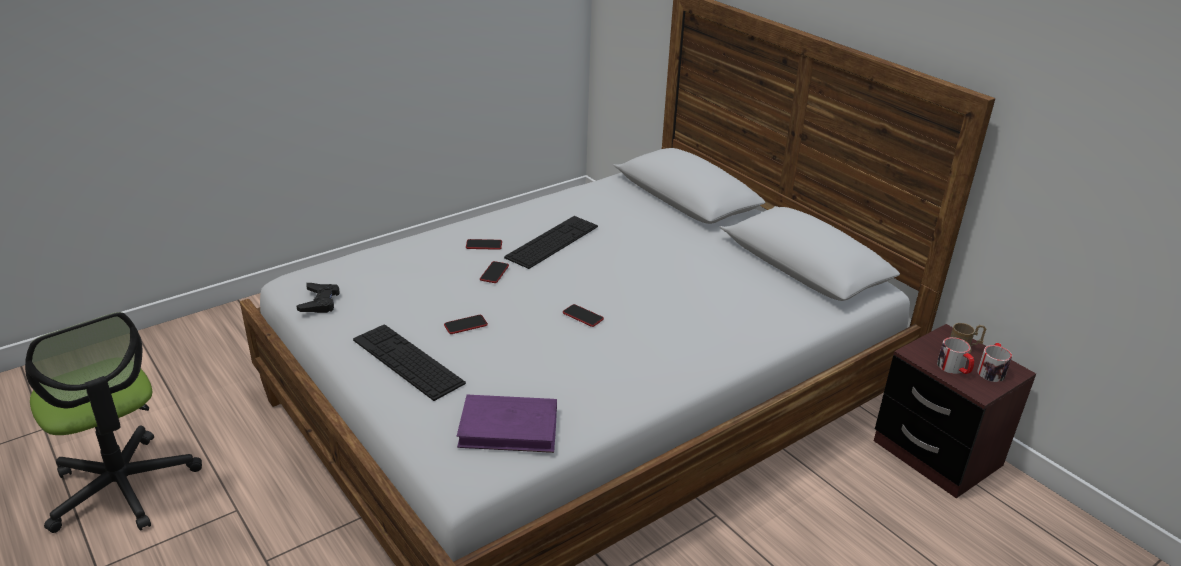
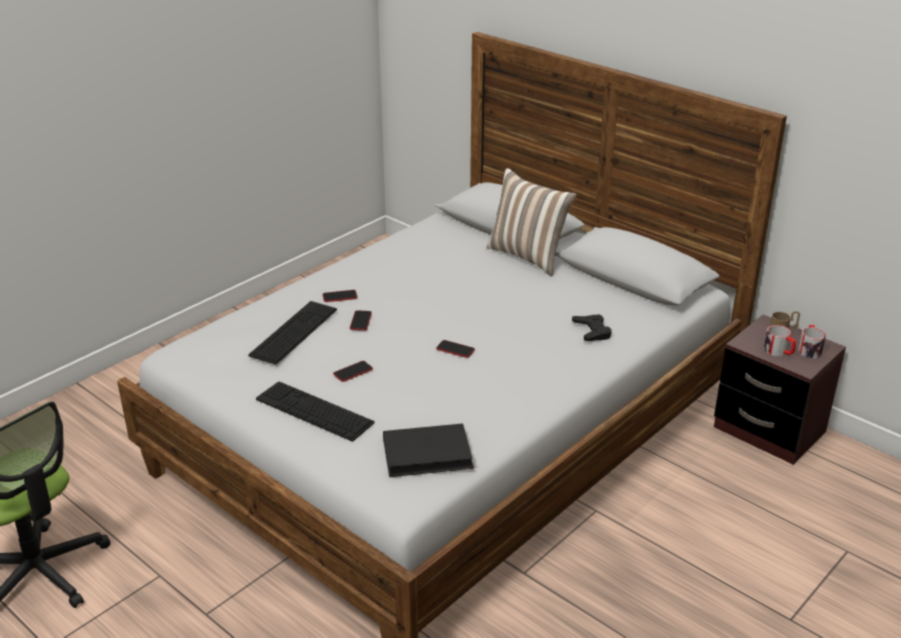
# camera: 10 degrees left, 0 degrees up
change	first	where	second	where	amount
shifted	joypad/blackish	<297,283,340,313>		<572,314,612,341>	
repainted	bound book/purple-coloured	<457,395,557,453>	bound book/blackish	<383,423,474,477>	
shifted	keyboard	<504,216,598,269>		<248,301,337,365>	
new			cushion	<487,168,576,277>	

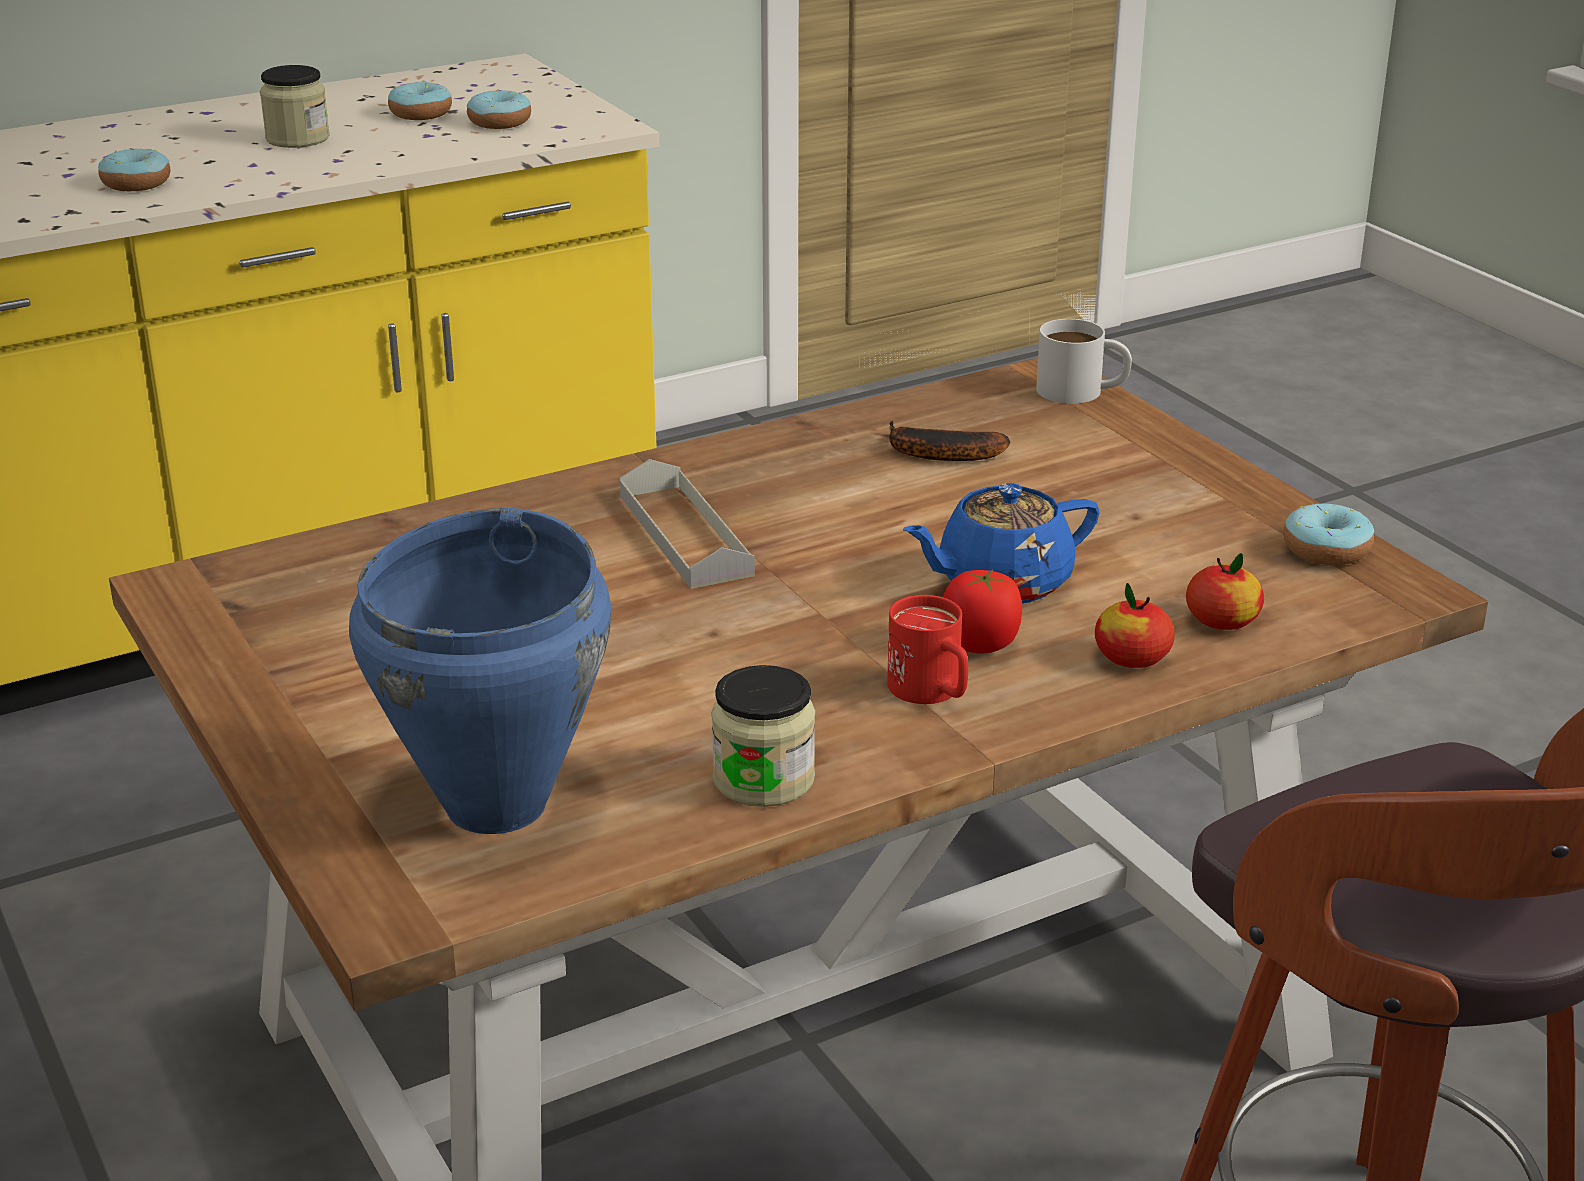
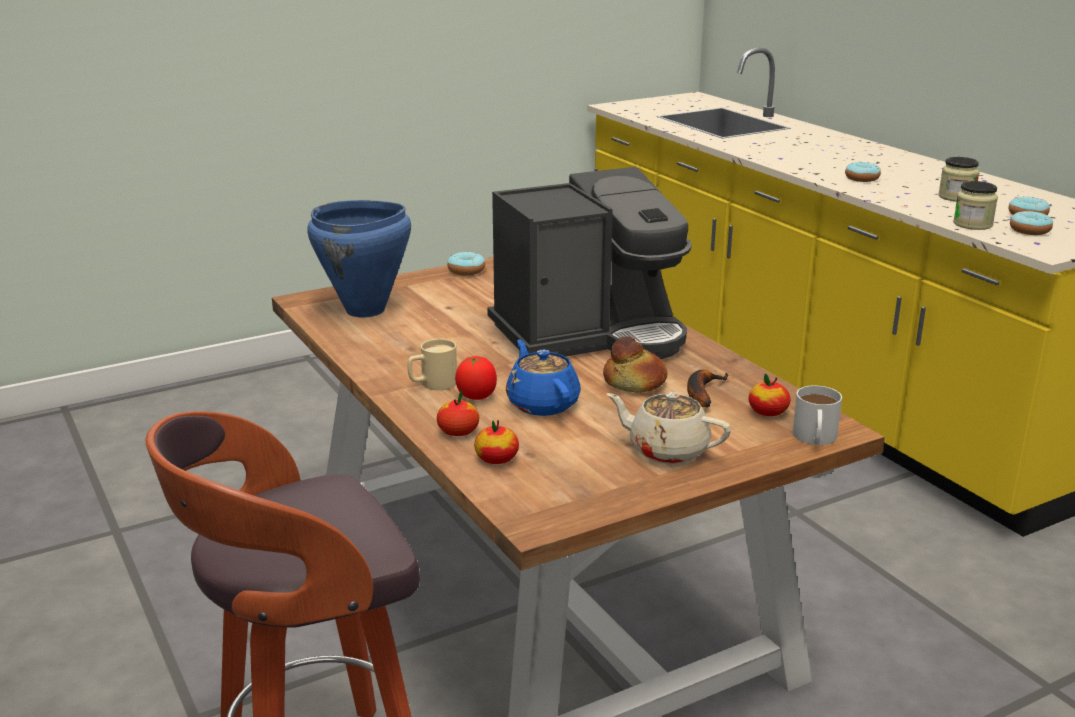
# camera: 90 degrees right, 5 degrees down
change	first	where	second	where	amount
swapped	serving tray/gray	<620,459,755,589>	coffee brewer	<487,167,692,359>	
shifted	jar	<711,665,815,807>		<953,181,998,230>	
repainted	mug/red-coloured	<887,595,968,704>	mug/beige-coloured	<408,339,457,390>	
shifted	ring doughnut	<1283,504,1374,565>		<447,252,485,275>	
new			bread	<603,336,668,393>	
new			teapot/beige-coloured	<607,392,731,464>	
new			apple	<748,374,791,416>	

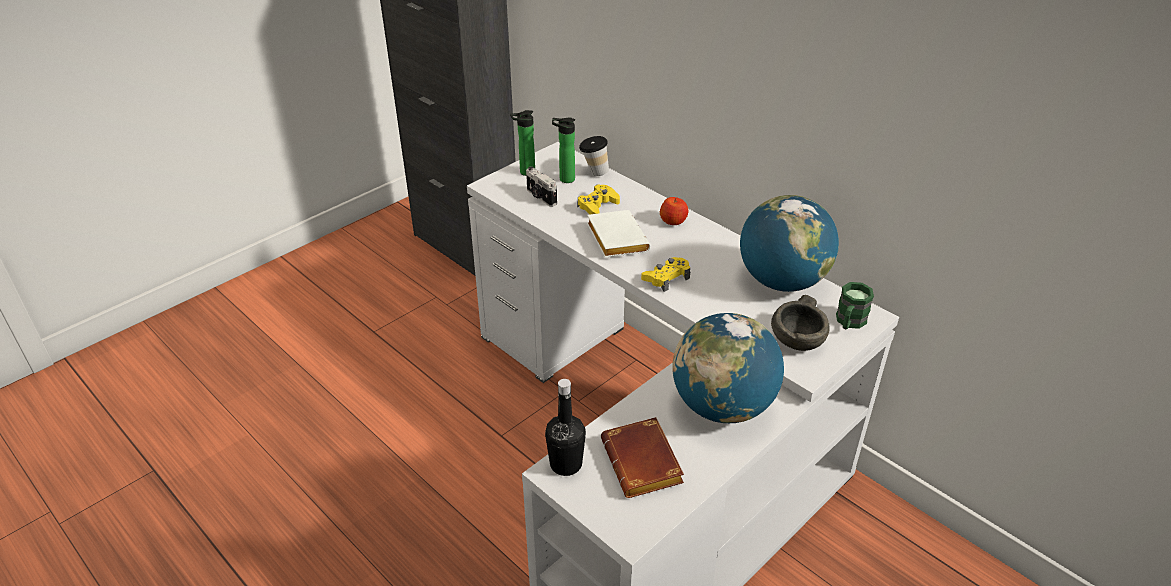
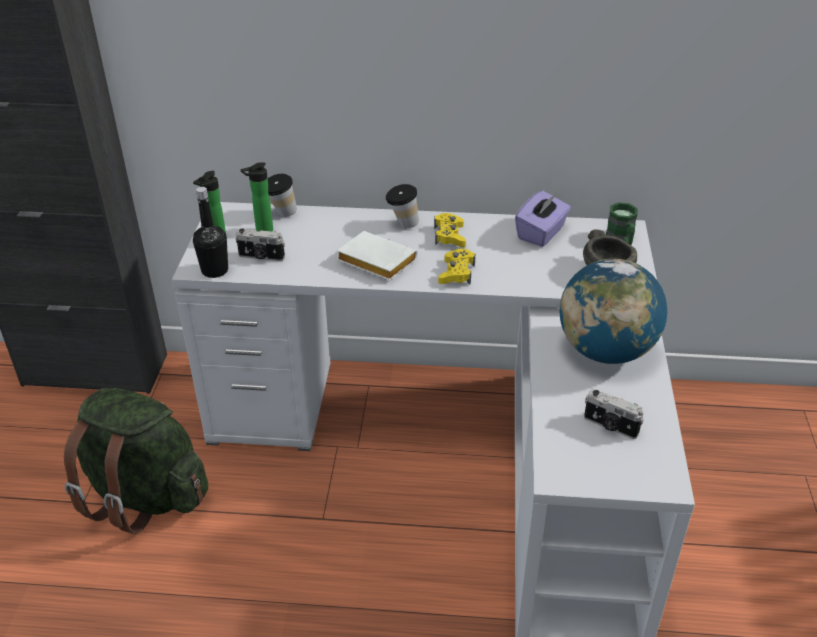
# camera: 40 degrees left, 0 degrees up
change	first	where	second	where	amount
shifted	bottle/blackish	<545,379,586,476>		<193,187,228,278>	
shifted	joypad/yellow-coloured	<577,184,620,214>		<434,213,466,247>	
swapped	bound book/brownish	<601,417,684,498>	photo camera	<584,389,644,439>	
swapped	apple	<660,197,688,225>	small cup	<386,184,419,228>	
swapped	world globe	<740,195,839,292>	box of tissues/purple-coloured	<515,191,571,247>	
new			knapsack/greenish	<64,388,208,534>	

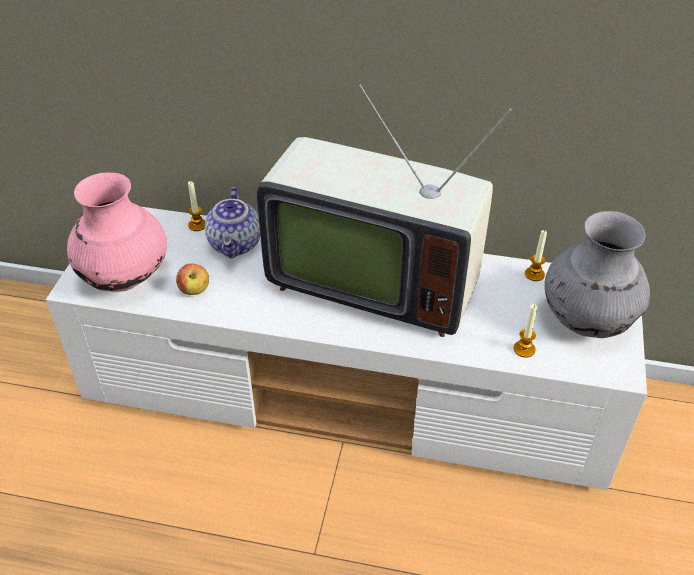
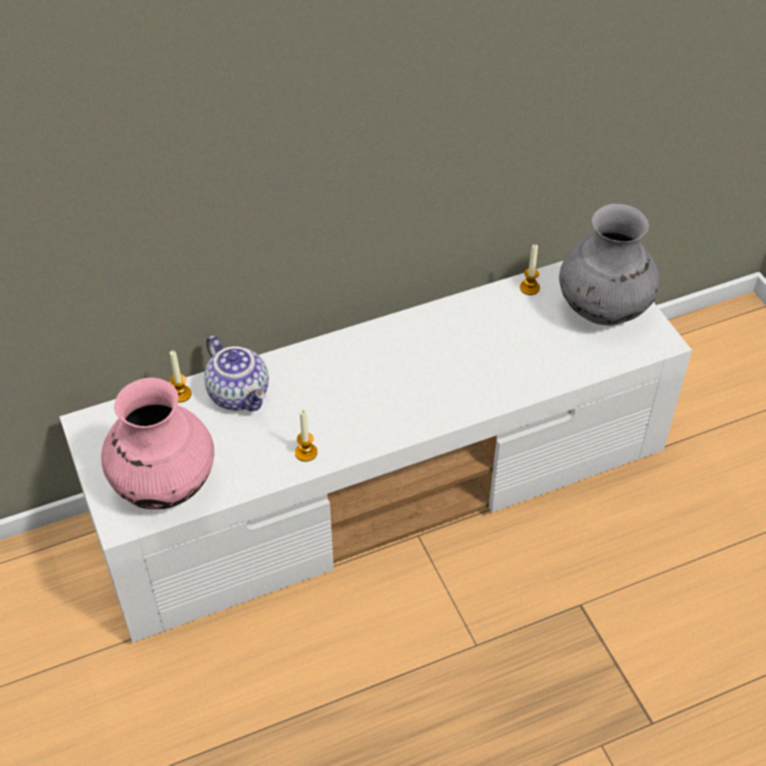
# camera: 35 degrees left, 5 degrees up
change	first	where	second	where	amount
gone	apple	<176,263,209,295>			
gone	TV set	<257,84,512,337>			
shifted	wax light	<514,304,537,358>		<295,409,317,462>	

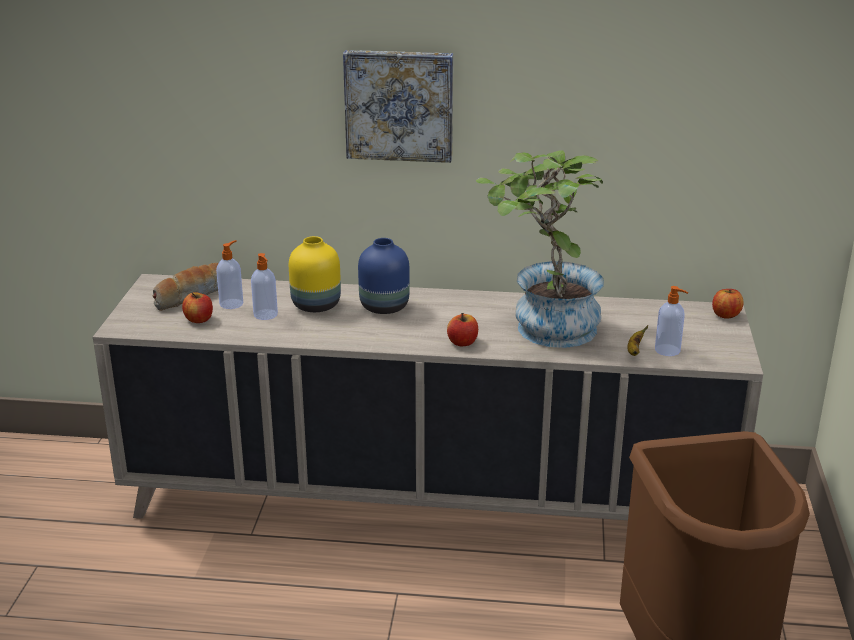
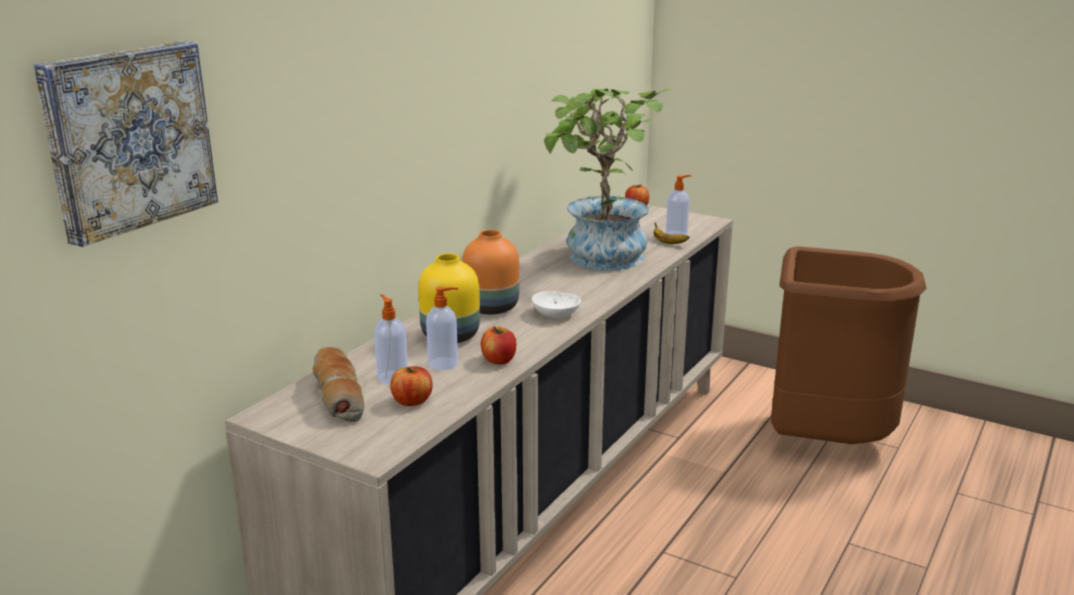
# camera: 65 degrees left, 5 degrees down
change	first	where	second	where	amount
shifted	picture	<343,50,453,163>		<34,41,218,247>	
repainted	flower vase/bluish	<358,238,410,314>	flower vase/orangey	<462,230,519,314>	
shifted	apple	<447,313,478,346>		<481,326,516,364>	
new			deep dish/white-coloured	<532,291,581,318>	

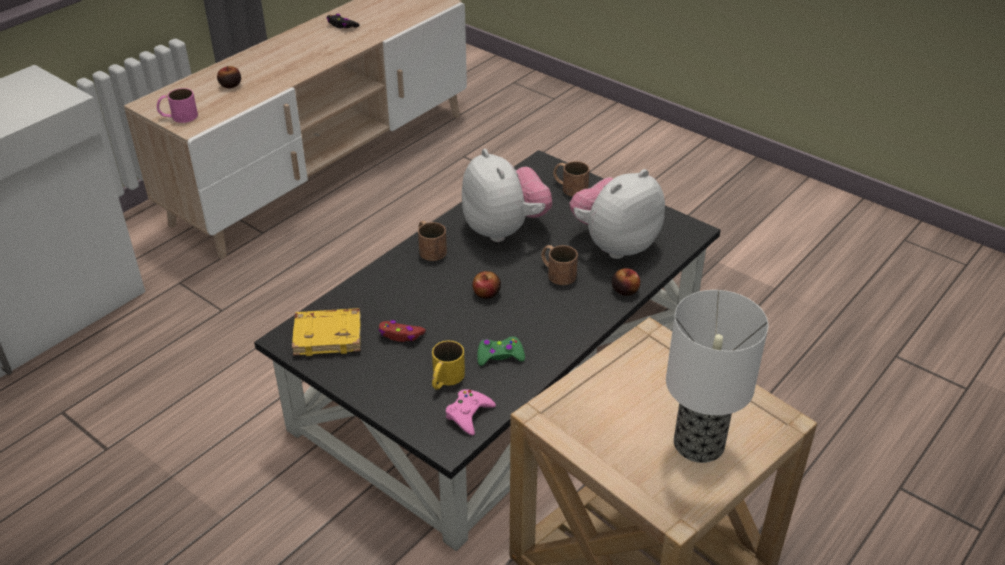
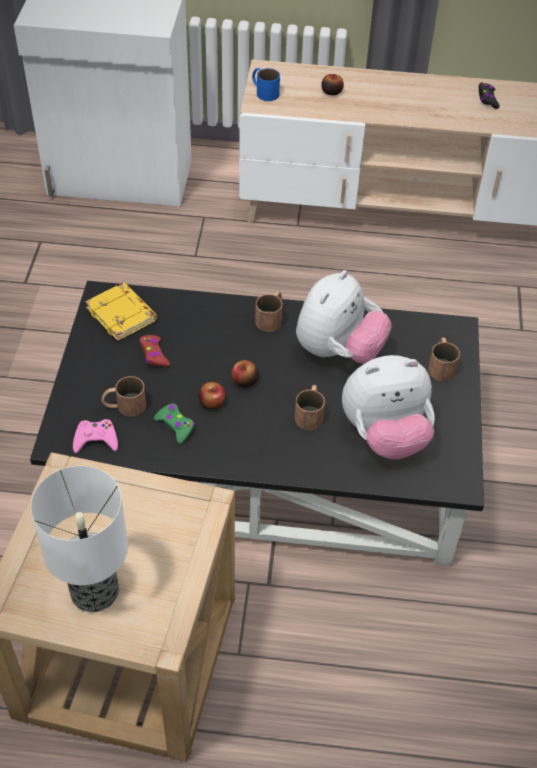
# camera: 55 degrees right, 10 degrees up
change	first	where	second	where	amount
repainted	mug/pink	<157,88,198,123>	mug/bluish	<252,68,280,101>	
repainted	mug/yellow-coloured	<432,341,465,390>	mug/brownish	<101,376,146,417>	
rotated	cuddly toy	<569,169,665,259>		<342,355,435,460>	150 degrees clockwise
shifted	apple	<612,268,640,296>		<198,382,226,409>	

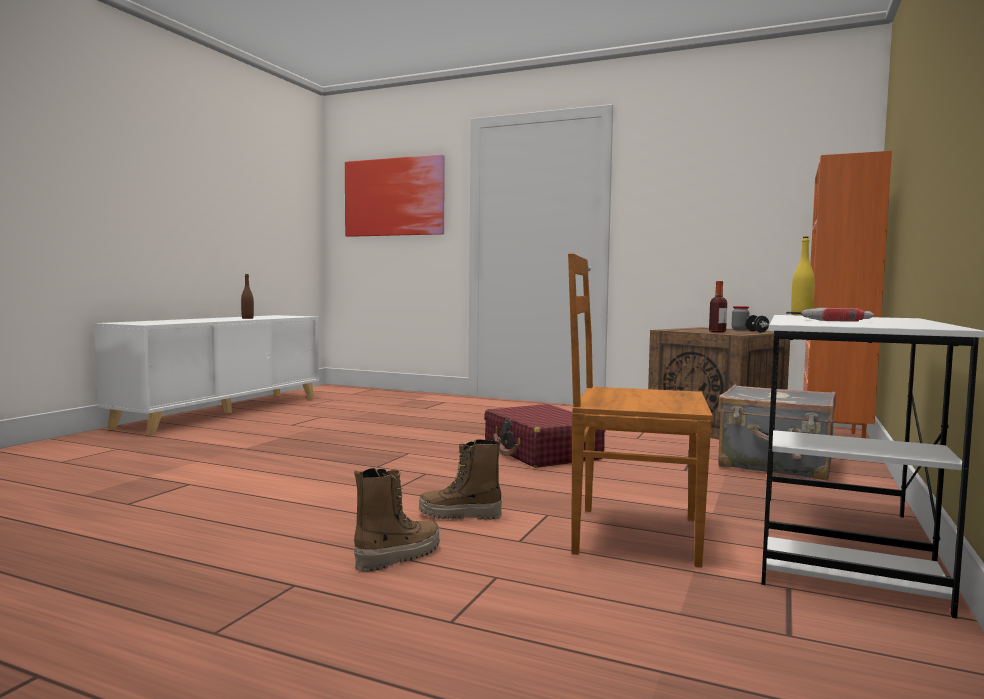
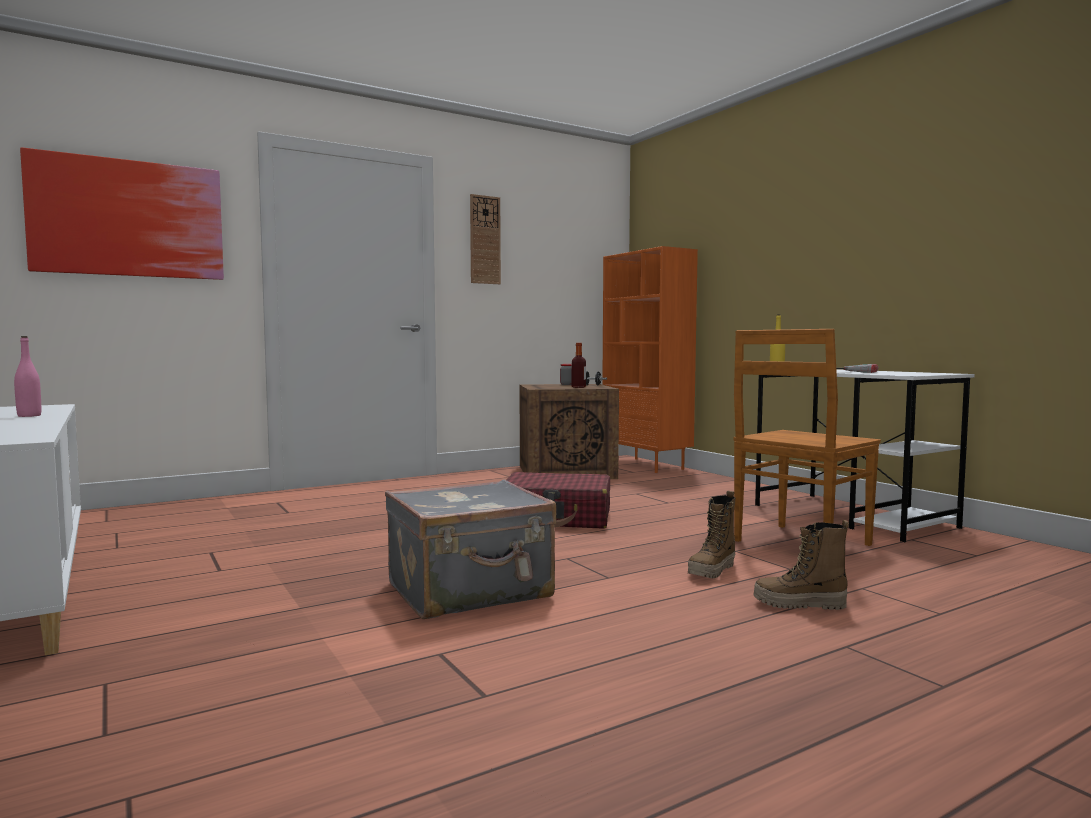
# camera: 55 degrees left, 0 degrees up
change	first	where	second	where	amount
repainted	bottle/brownish	<241,274,254,319>	bottle/pink	<14,336,41,417>	
rotated	tall boot	<354,468,439,572>		<753,520,849,610>	75 degrees counterclockwise
shifted	travel case/gray	<718,385,836,481>		<385,479,556,619>	
new			clock on the wall	<470,194,501,284>	

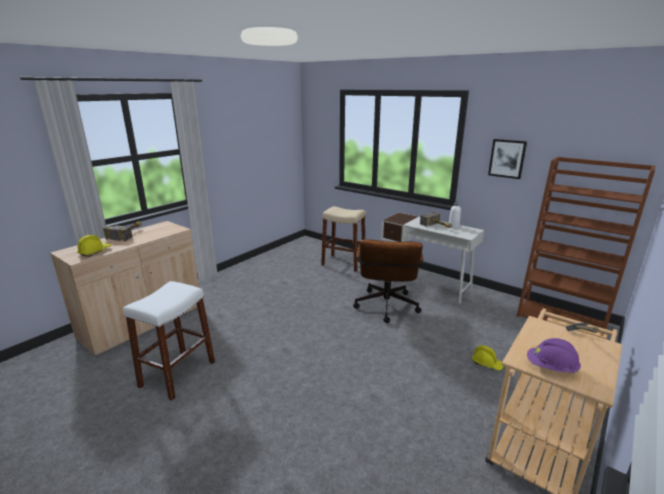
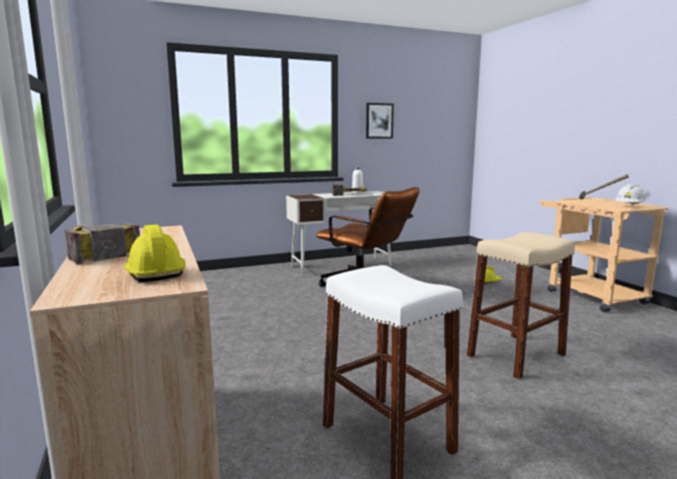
# camera: 60 degrees left, 10 degrees down
change	first	where	second	where	amount
shifted	stool/beige-coloured	<321,206,366,272>		<467,232,575,379>	
gone	shelving unit/brownish	<517,157,655,334>			
repainted	hard hat/purple-coloured	<527,338,581,373>	hard hat/white-coloured	<615,184,646,205>	

